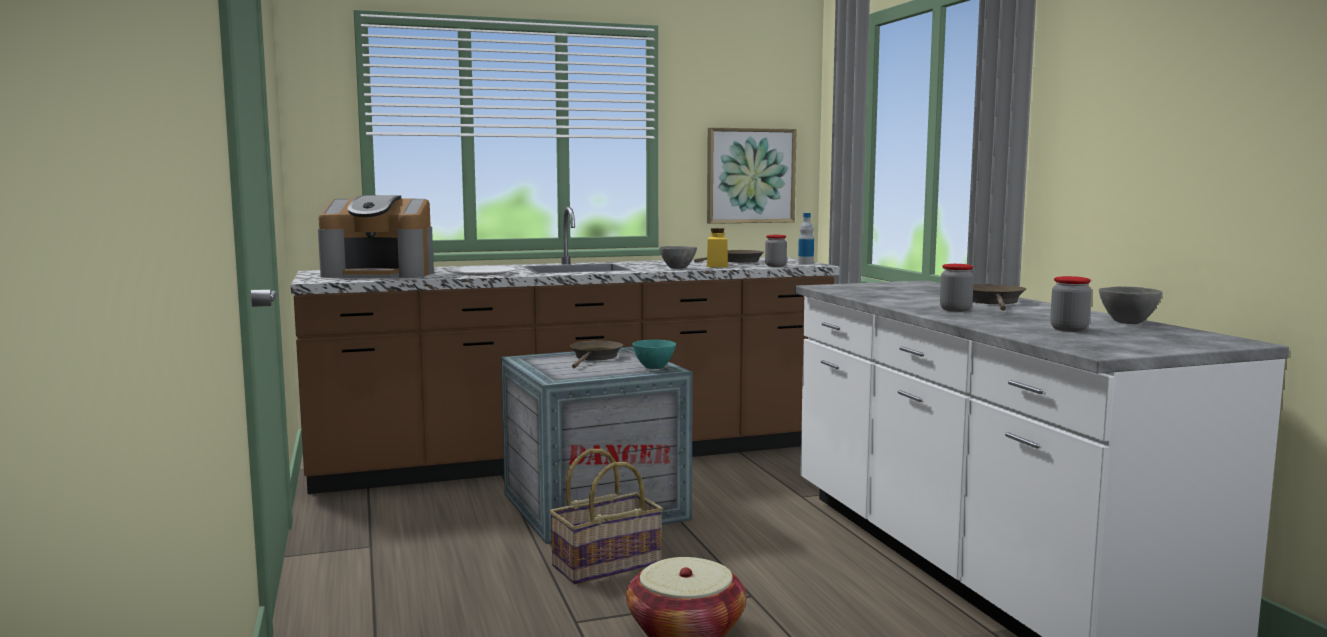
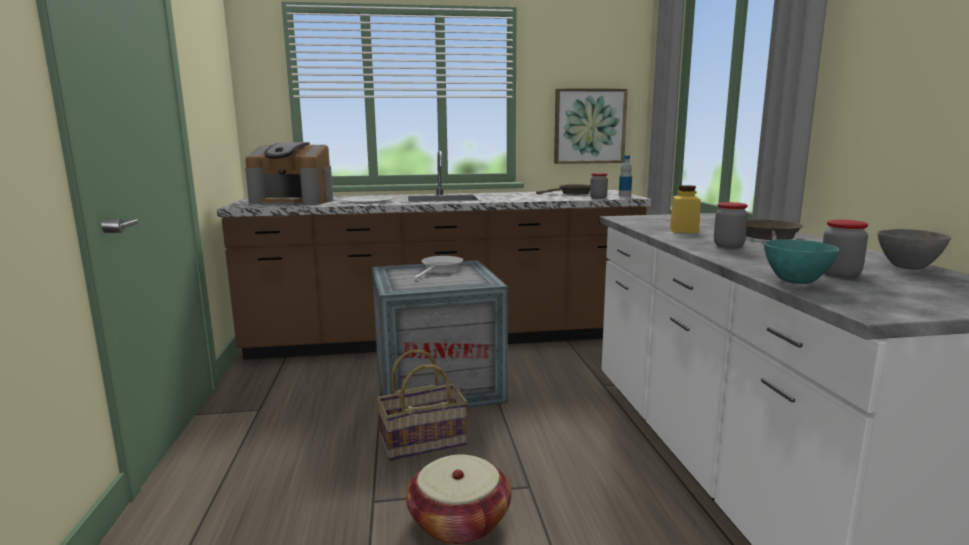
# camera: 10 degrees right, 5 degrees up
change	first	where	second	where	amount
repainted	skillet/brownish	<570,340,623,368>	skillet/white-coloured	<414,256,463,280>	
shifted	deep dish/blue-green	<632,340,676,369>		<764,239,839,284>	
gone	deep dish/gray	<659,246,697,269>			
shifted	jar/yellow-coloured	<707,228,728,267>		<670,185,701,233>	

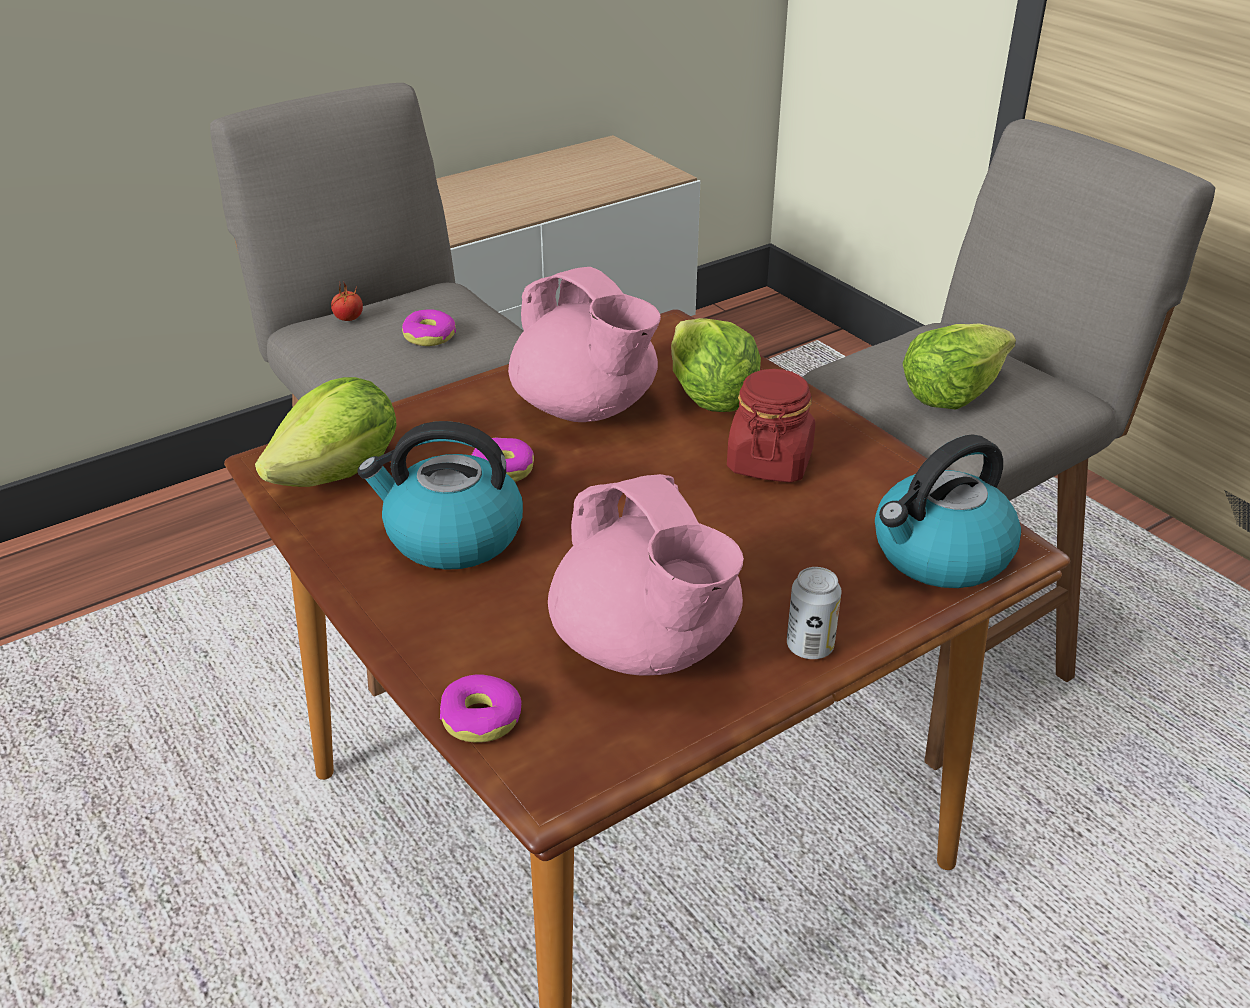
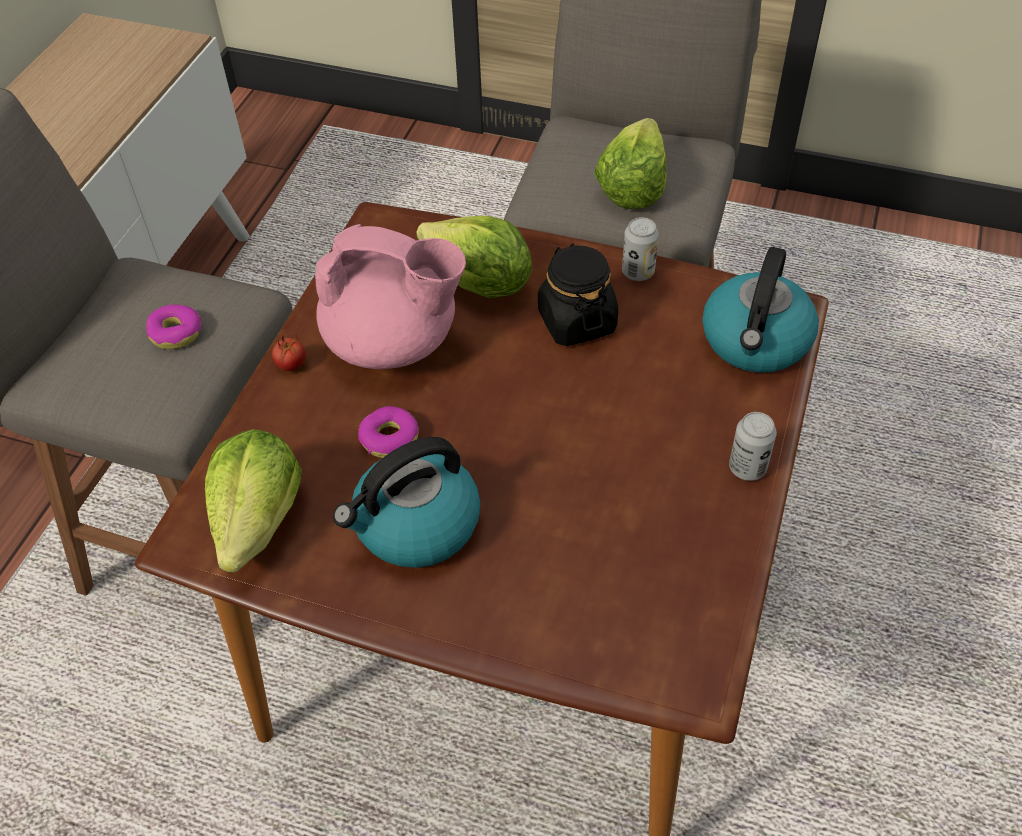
# camera: 35 degrees left, 15 degrees up
change	first	where	second	where	amount
shifted	tomato	<331,283,363,321>		<272,334,306,371>	
gone	ring doughnut	<440,674,521,742>			
gone	teapot/pink	<548,474,744,676>			
repainted	jar/red-coloured	<727,369,815,483>	jar/blackish	<538,243,618,346>	
new			sealed can	<622,217,659,281>	

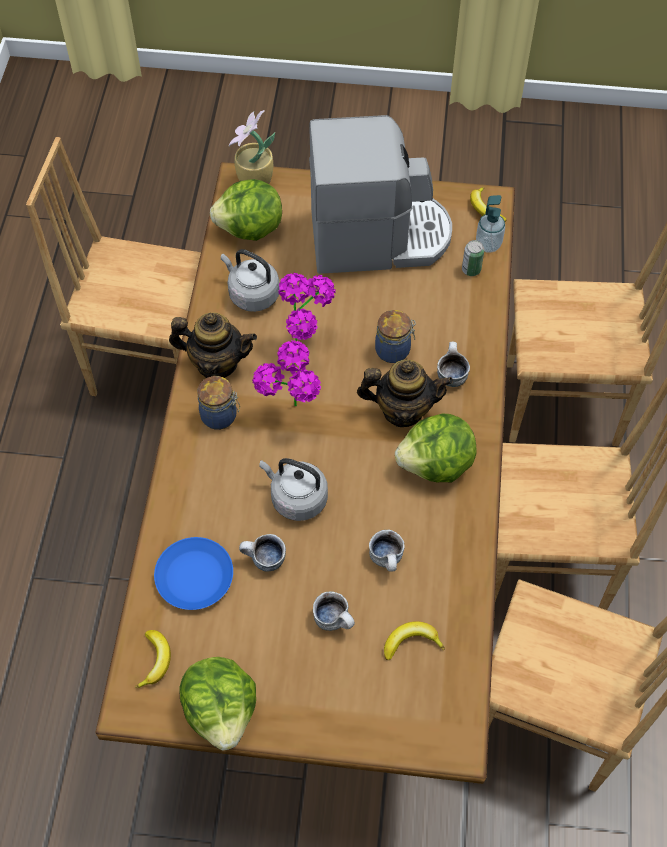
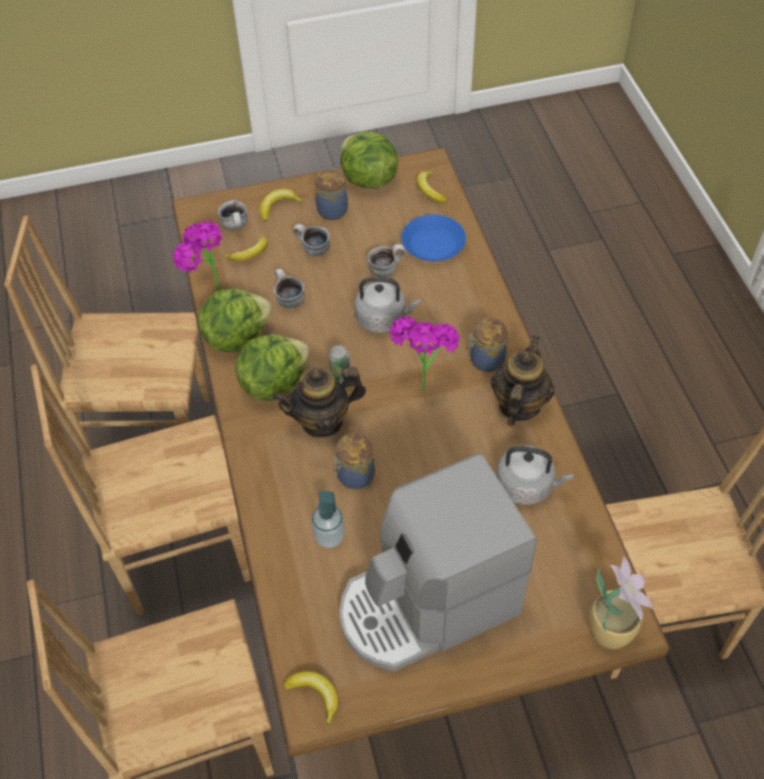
# camera: 160 degrees right, 5 degrees down
change	first	where	second	where	amount
rotated	teapot	<169,313,257,378>		<491,335,554,426>	120 degrees clockwise
shifted	lettuce	<210,179,282,241>		<197,289,272,353>	
shifted	houseplant	<278,273,335,341>		<173,221,222,291>	
shifted	mug	<437,342,470,387>		<218,200,247,230>	
shifted	sealed can	<462,240,484,276>		<329,345,350,382>	
shifted	soap dispenser	<476,195,505,252>		<311,491,345,548>	
new			whole banana	<260,189,304,222>	
new			jar	<315,169,348,220>	

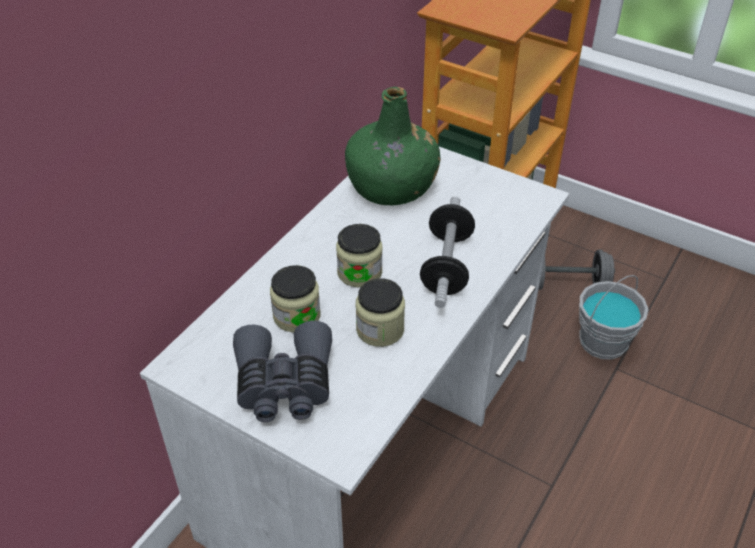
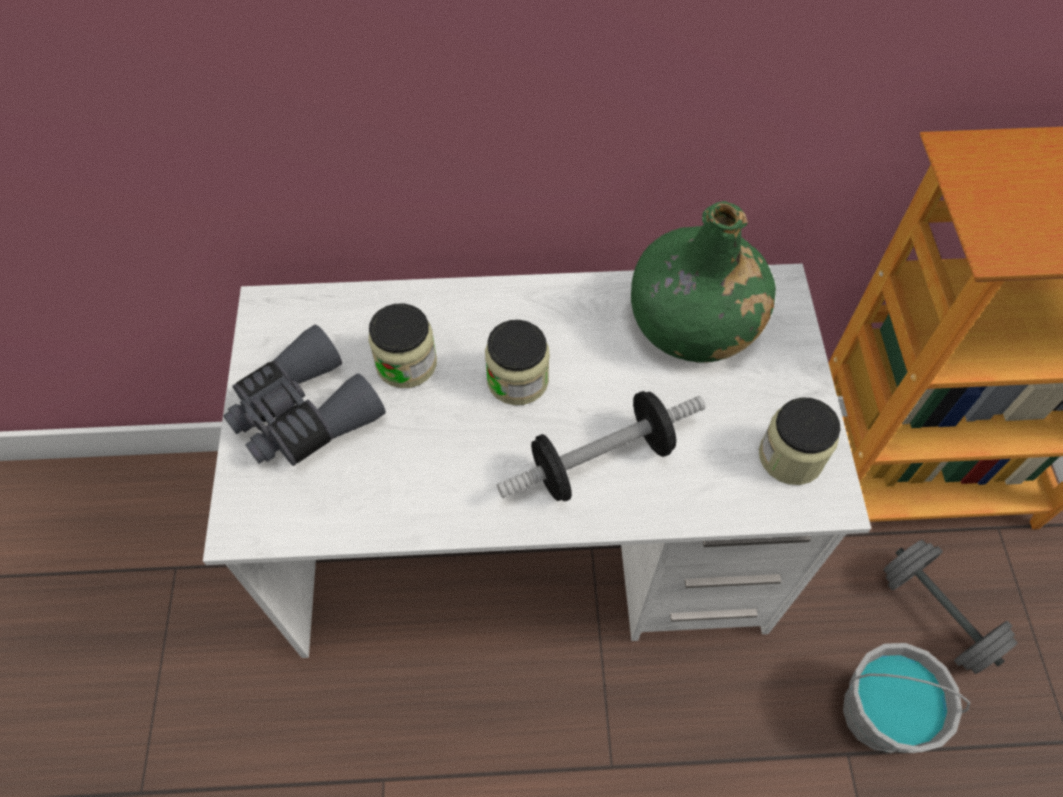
# camera: 55 degrees right, 15 degrees up
change	first	where	second	where	amount
shifted	jar	<355,278,405,347>		<759,397,841,485>	

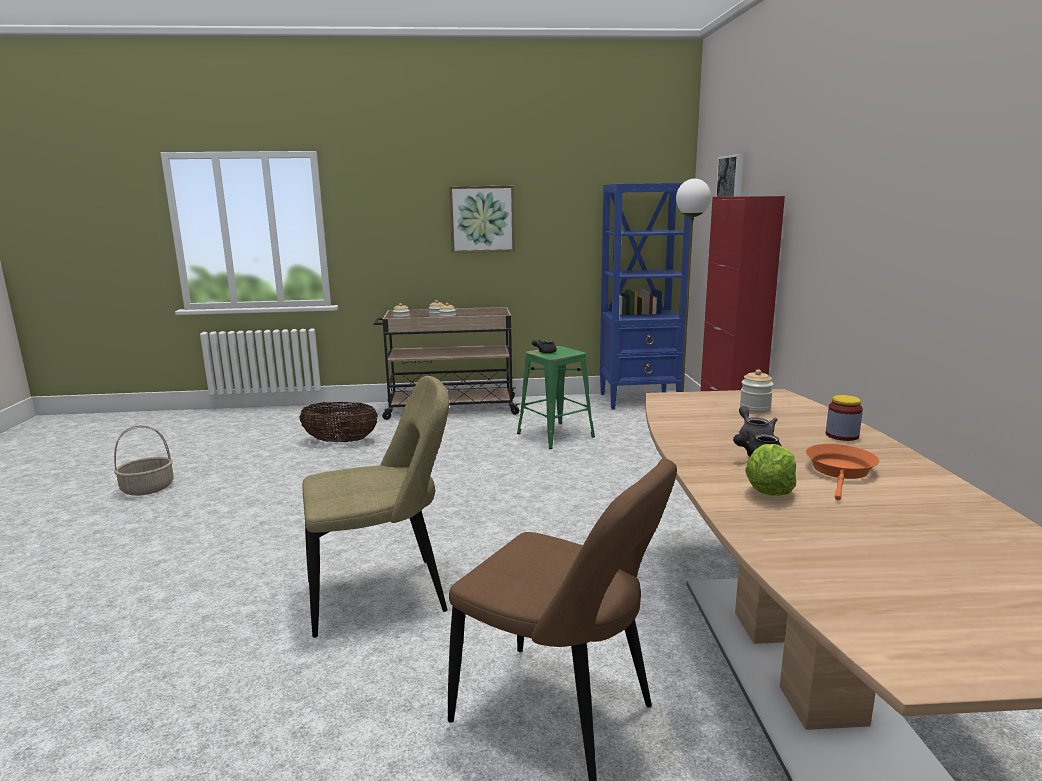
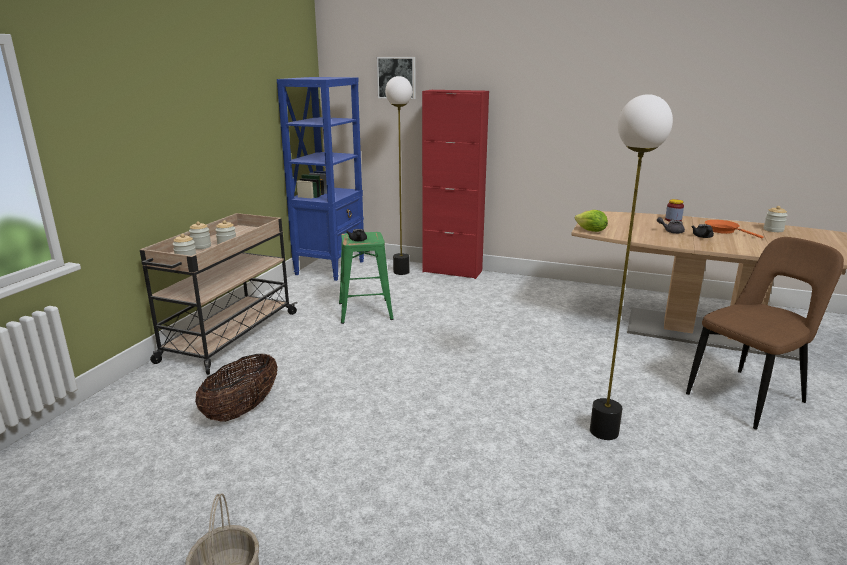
# camera: 65 degrees left, 5 degrees up
change	first	where	second	where	amount
swapped	upright chair/beige-coloured	<302,376,449,638>	floor lamp	<590,94,673,440>	
gone	picture	<449,185,515,253>			
shifted	jar	<740,369,773,413>		<764,206,788,232>	
shifted	lettuce	<745,444,796,496>		<575,210,608,232>	

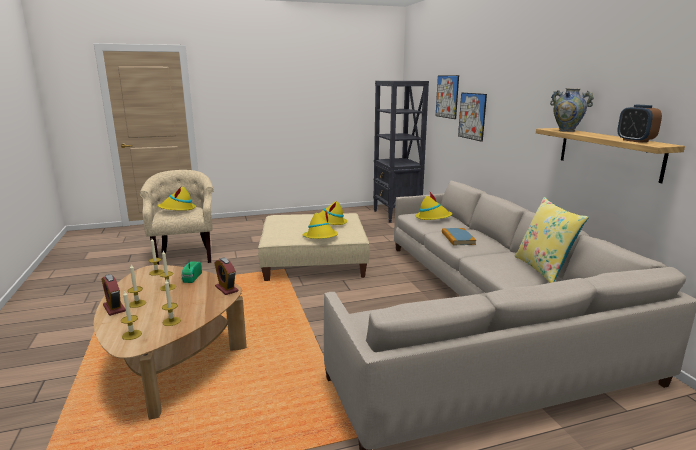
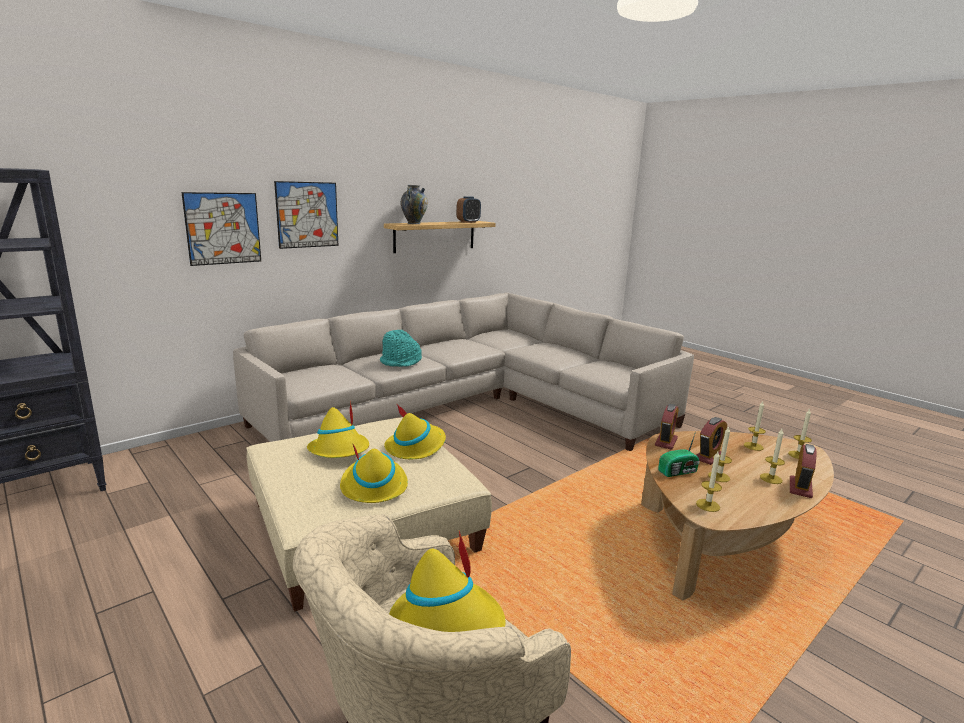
# camera: 115 degrees left, 0 degrees up
change	first	where	second	where	amount
shifted	wearable hat/yellow-coloured	<416,192,452,220>		<340,444,408,503>	
shifted	picture	<436,75,459,119>		<274,181,339,249>	
swapped	bound book	<442,228,476,245>	wearable hat/blue-green	<380,330,422,367>	
gone	cushion/yellow-coloured	<514,197,589,283>			
new			bedside clock	<696,417,728,465>	

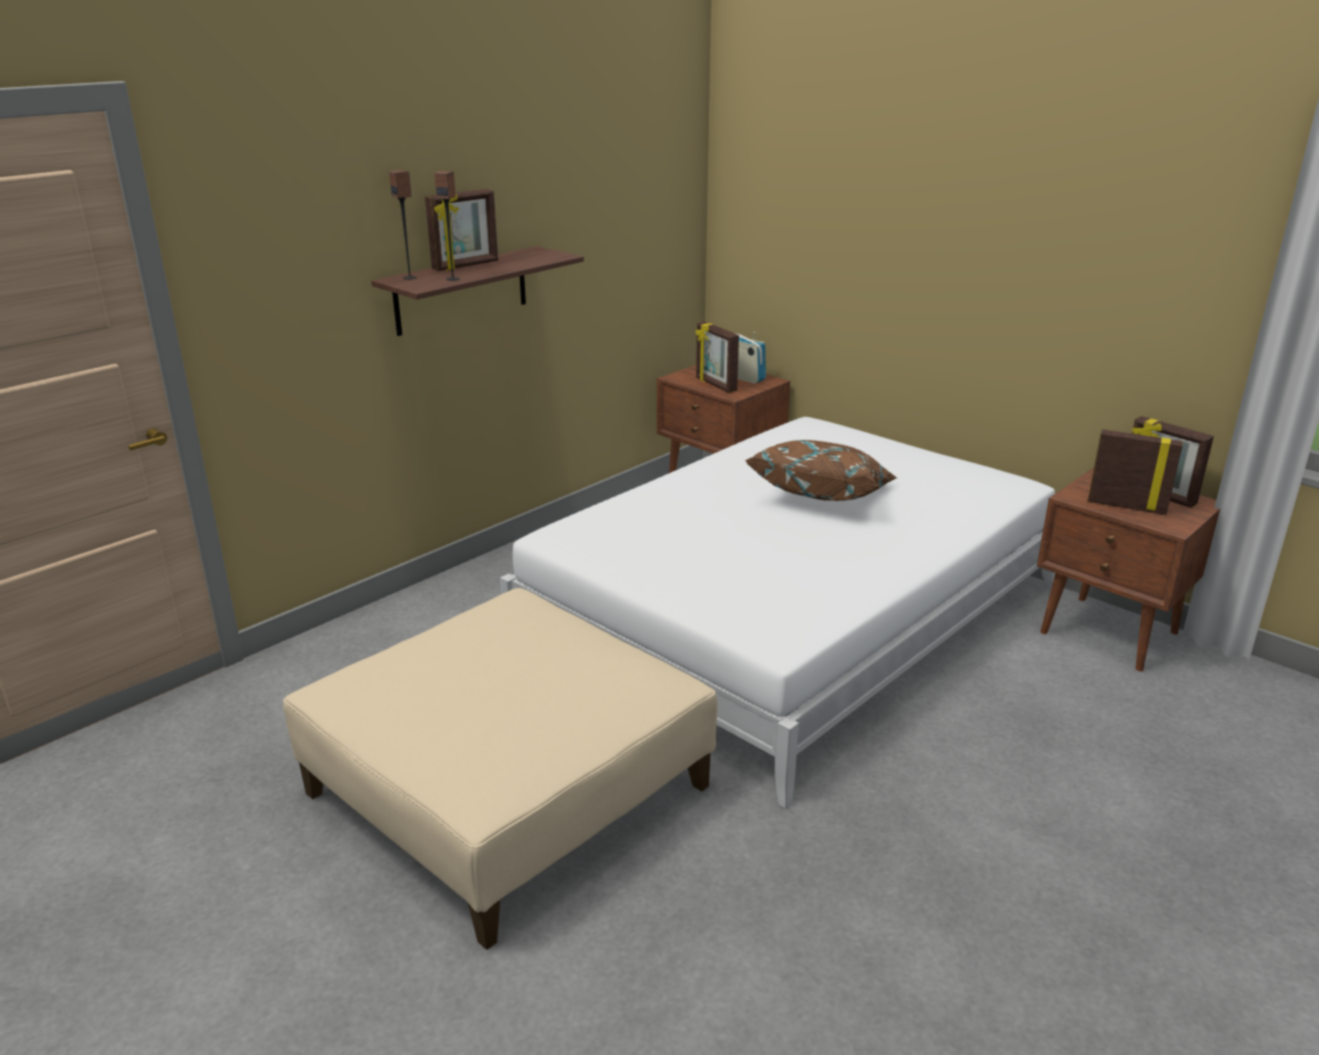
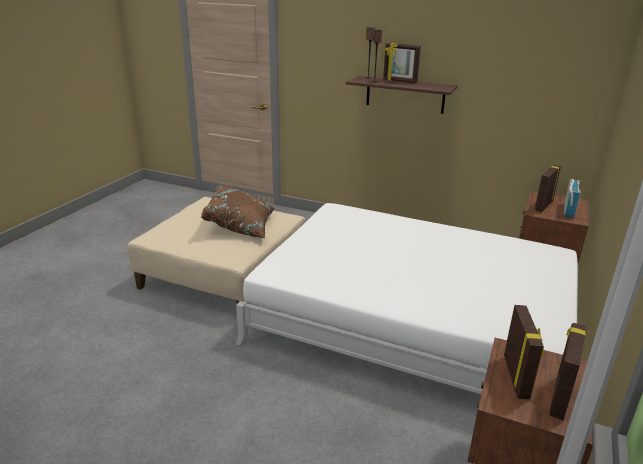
# camera: 70 degrees right, 0 degrees up
change	first	where	second	where	amount
shifted	cushion/brownish	<744,440,897,501>		<201,186,275,239>	

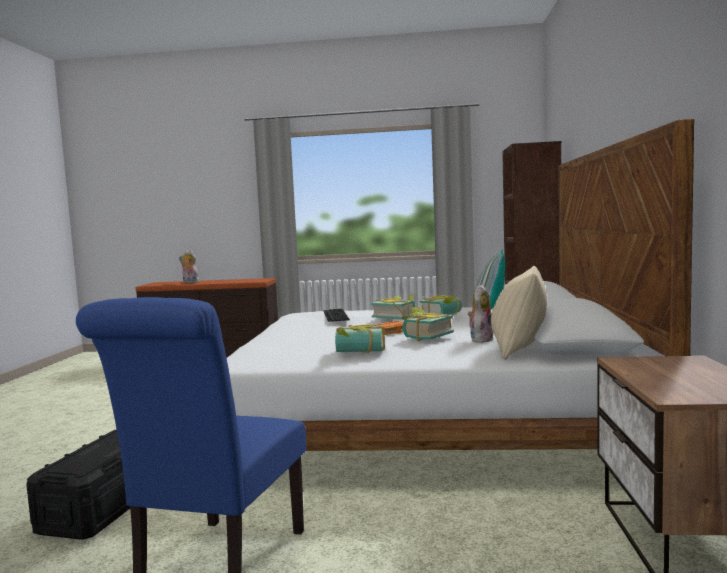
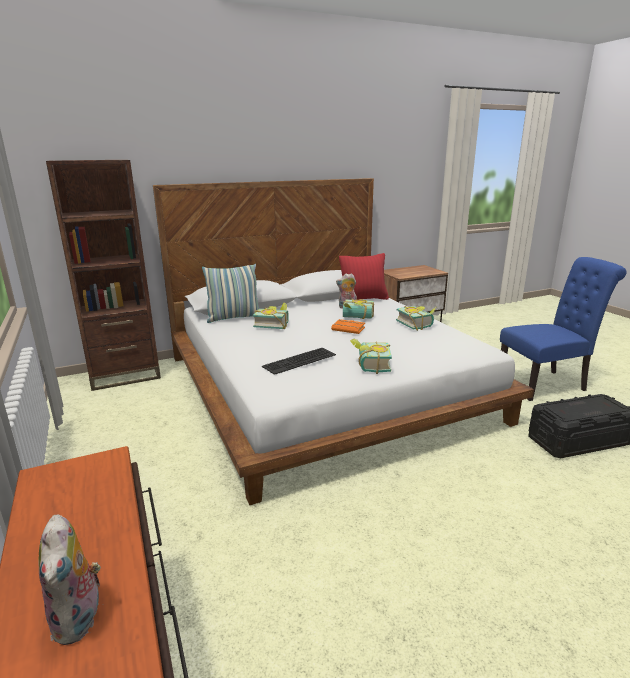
# camera: 120 degrees left, 15 degrees up
change	first	where	second	where	amount
shifted	bound book	<371,293,415,320>		<350,339,392,374>	
repainted	cushion/beige-coloured	<491,266,547,359>	cushion/red-coloured	<339,253,389,300>	

